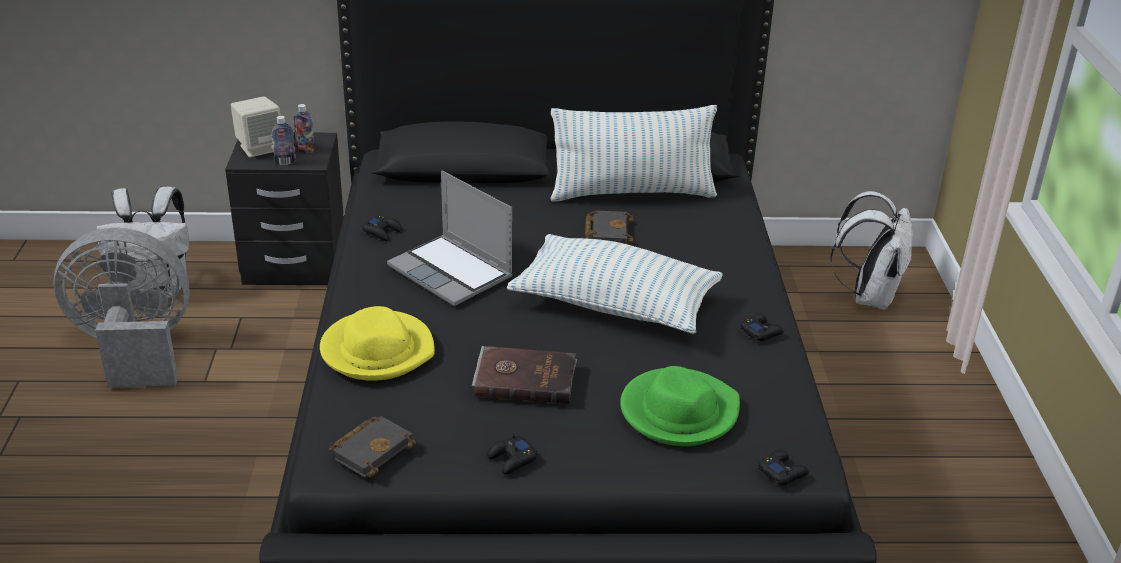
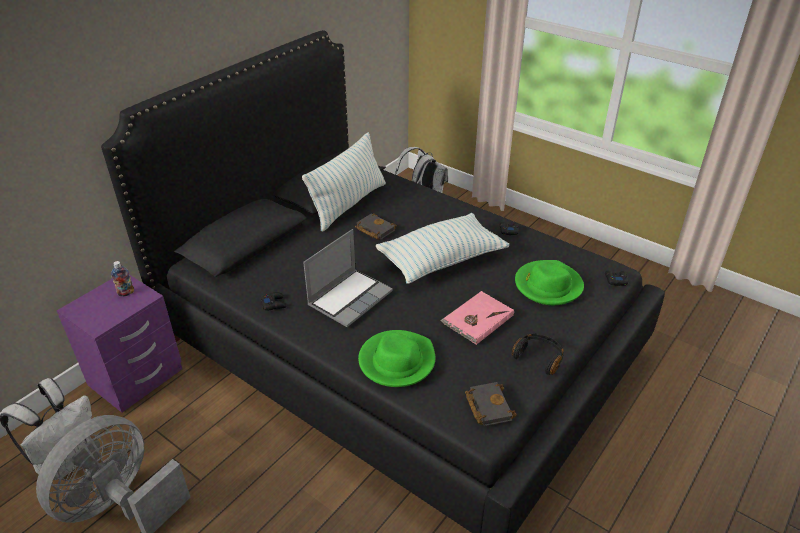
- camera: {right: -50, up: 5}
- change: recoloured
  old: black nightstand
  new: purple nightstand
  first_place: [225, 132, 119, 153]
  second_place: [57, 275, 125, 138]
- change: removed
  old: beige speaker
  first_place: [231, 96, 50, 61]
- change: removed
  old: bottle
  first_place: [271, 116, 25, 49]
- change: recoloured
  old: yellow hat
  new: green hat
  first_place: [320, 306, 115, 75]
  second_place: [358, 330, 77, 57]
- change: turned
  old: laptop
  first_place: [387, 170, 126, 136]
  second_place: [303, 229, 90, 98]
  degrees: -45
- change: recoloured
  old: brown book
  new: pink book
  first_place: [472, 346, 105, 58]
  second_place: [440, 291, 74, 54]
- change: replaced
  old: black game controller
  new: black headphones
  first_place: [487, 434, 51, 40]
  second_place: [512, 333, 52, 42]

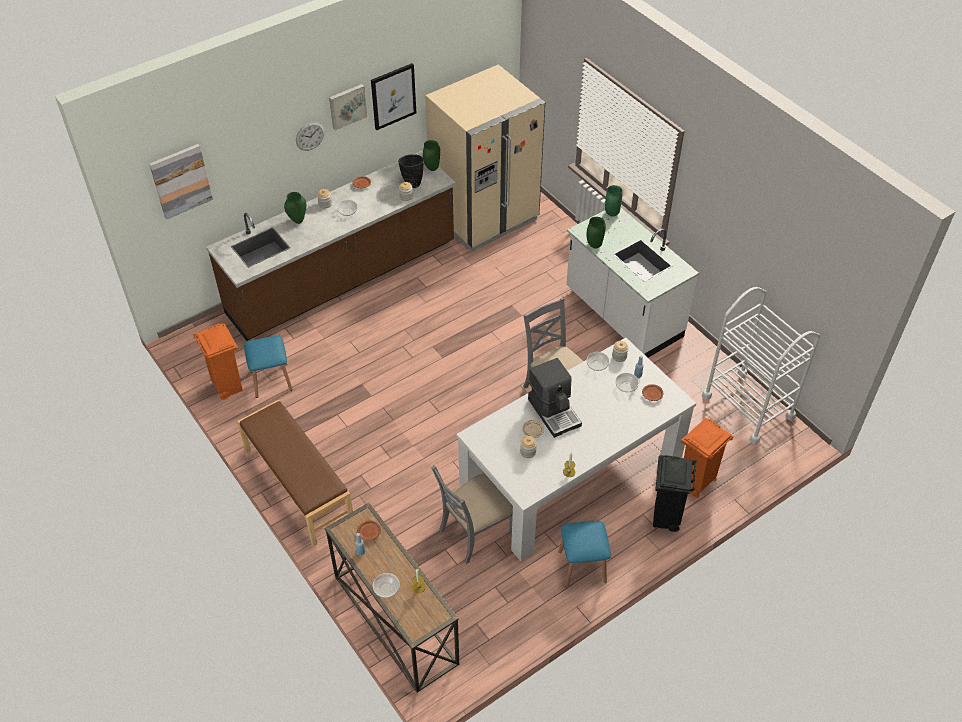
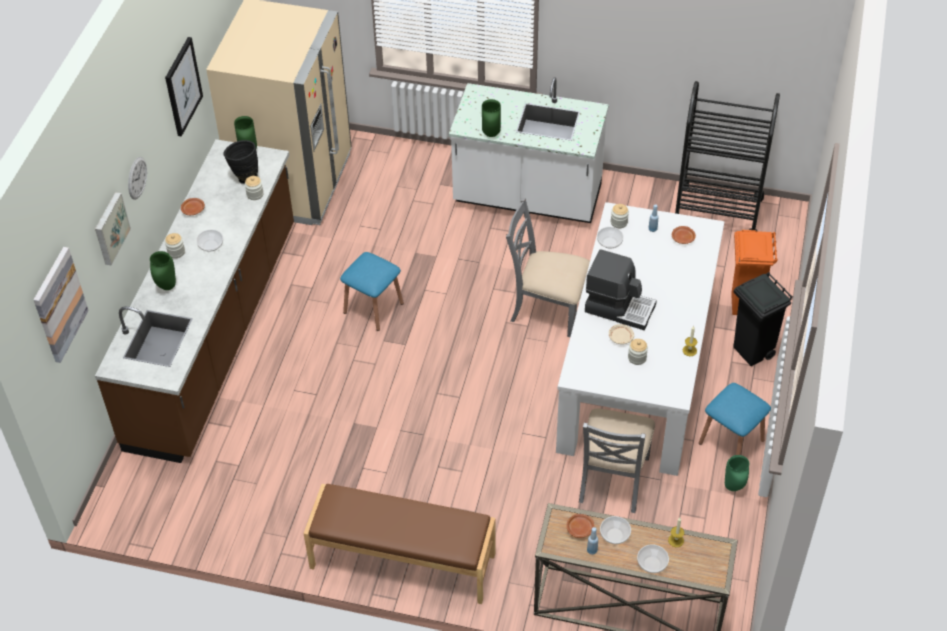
- camera: {right: -40, up: 0}
- change: removed
  old: orange trash can
  first_place: [193, 323, 49, 77]
- change: moved
  old: blue stool
  first_place: [244, 336, 49, 62]
  second_place: [340, 252, 64, 79]
- change: moved
  old: picture
  first_place: [329, 84, 38, 47]
  second_place: [95, 192, 36, 74]
- change: moved
  old: green vase
  first_place: [605, 185, 17, 32]
  second_place: [725, 455, 24, 36]
- change: moved
  old: bowl
  first_place: [615, 373, 24, 19]
  second_place: [600, 516, 31, 28]
- change: recoloured
  old: white cart
  new: black cart
  first_place: [702, 287, 118, 158]
  second_place: [675, 81, 105, 150]

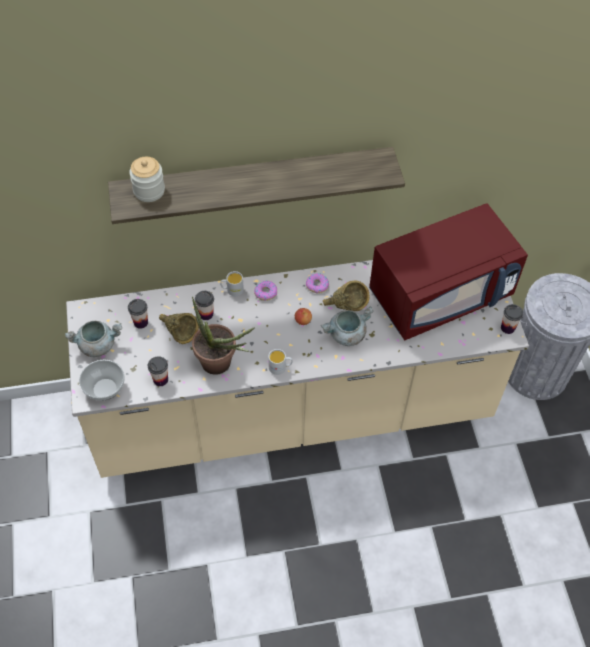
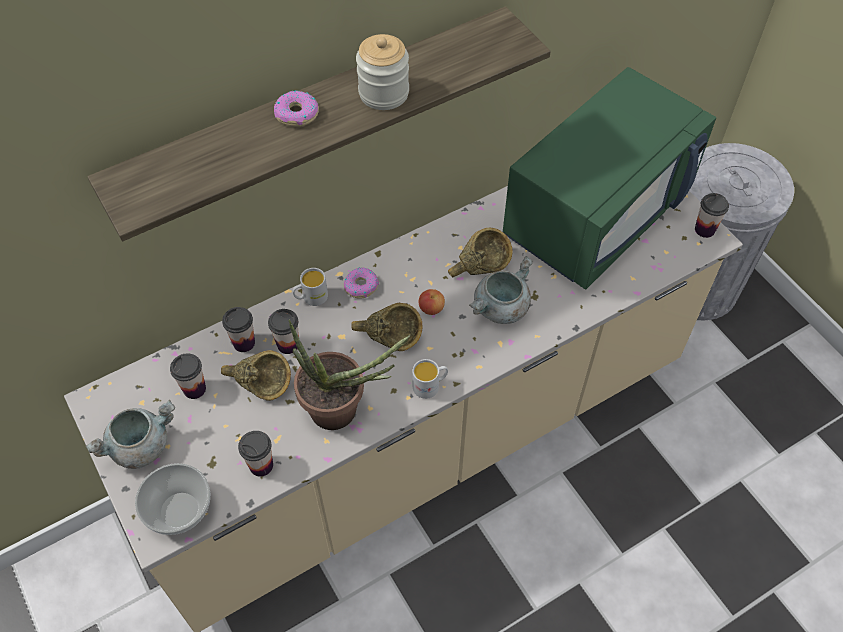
- camera: {right: -20, up: 0}
- change: moved
  old: jar
  first_place: [129, 157, 36, 45]
  second_place: [356, 34, 53, 76]
- change: moved
  old: donut
  first_place: [306, 273, 23, 21]
  second_place: [274, 90, 45, 36]
- change: recoloured
  old: red microwave
  new: green microwave
  first_place: [369, 203, 159, 137]
  second_place: [503, 67, 214, 223]
- change: added
  new: cup
  second_place: [222, 307, 33, 45]
- change: added
  new: brown bowl
  second_place: [351, 303, 71, 48]

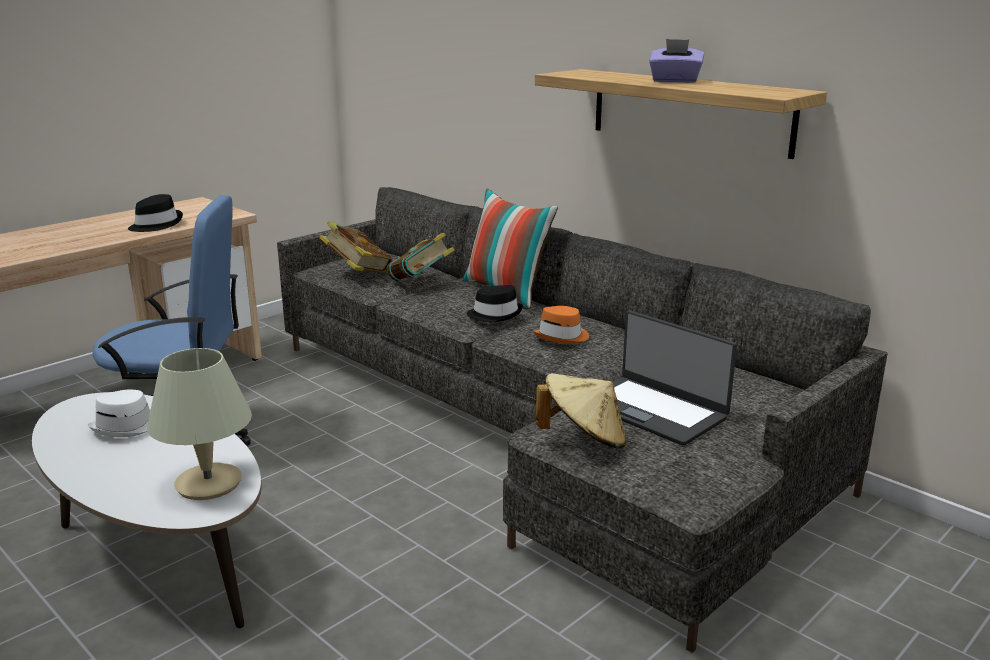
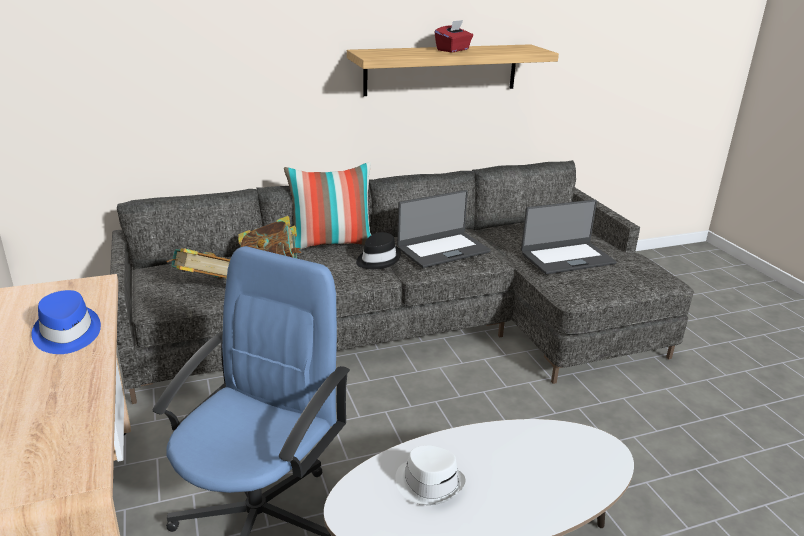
- camera: {right: -65, up: 5}
- change: recoloured
  old: black hat
  new: blue hat
  first_place: [128, 194, 55, 38]
  second_place: [32, 290, 69, 64]
- change: removed
  old: beige table lamp
  first_place: [147, 348, 105, 152]
- change: replaced
  old: orange hat
  new: laptop
  first_place: [533, 306, 56, 38]
  second_place: [397, 190, 94, 78]
- change: removed
  old: beige hat
  first_place: [535, 373, 91, 75]
- change: recoloured
  old: purple tissue box
  new: red tissue box
  first_place: [649, 39, 55, 44]
  second_place: [434, 20, 39, 32]

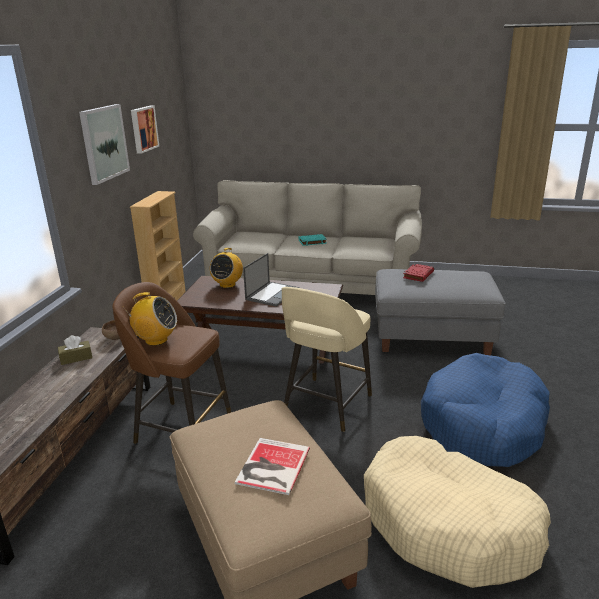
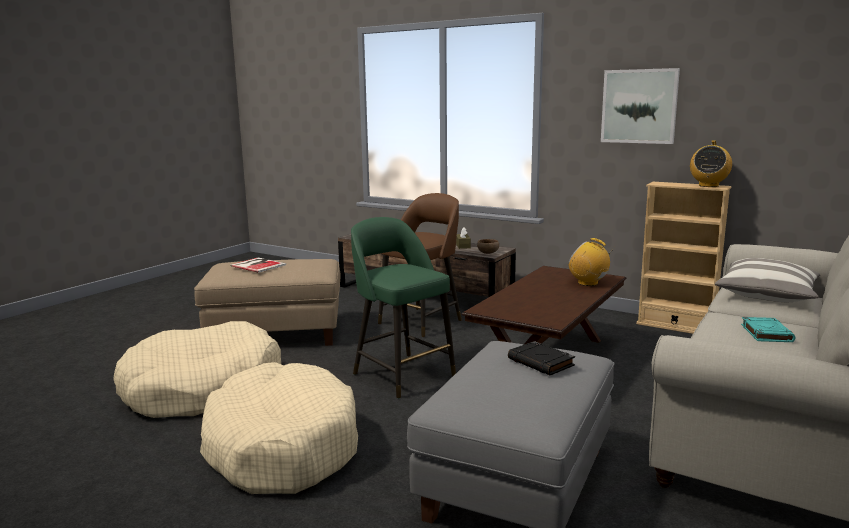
- camera: {right: 110, up: -10}
- change: moved
  old: radio
  first_place: [123, 292, 54, 54]
  second_place: [690, 141, 42, 46]
- change: removed
  old: picture
  first_place: [131, 106, 28, 48]
- change: removed
  old: laptop
  first_place: [243, 253, 56, 54]
- change: recoloured
  old: beige stool
  new: green stool
  first_place: [282, 287, 90, 145]
  second_place: [351, 217, 105, 181]
- change: recoloured
  old: red book
  new: black book
  first_place: [403, 264, 31, 18]
  second_place: [508, 341, 67, 34]
- change: recoloured
  old: blue dog bed
  new: beige dog bed
  first_place: [421, 353, 129, 114]
  second_place: [200, 362, 158, 132]
- change: added
  new: pillow
  second_place: [715, 258, 105, 44]

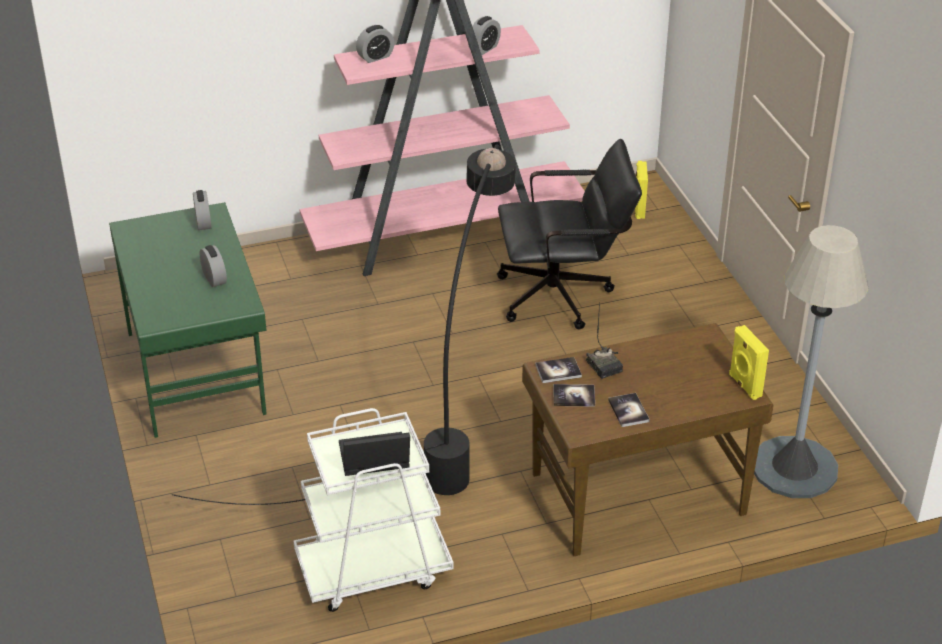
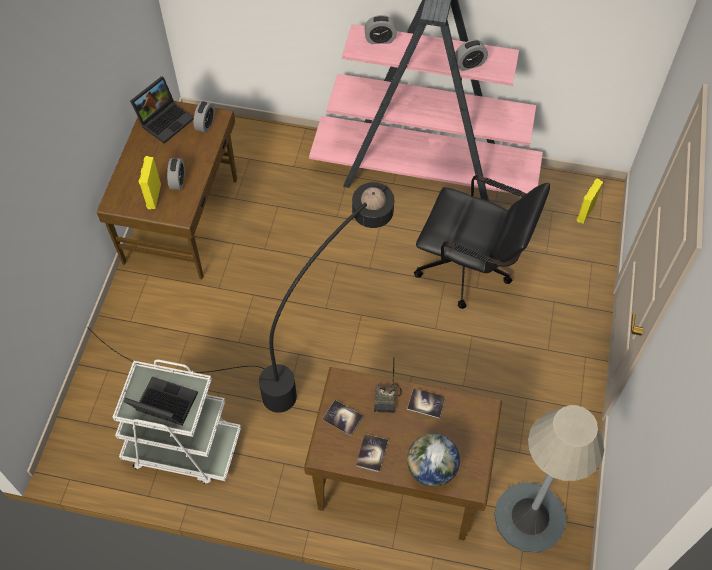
- camera: {right: 30, up: 20}
- change: recoloured
  old: green desk
  new: brown desk
  first_place: [109, 202, 158, 236]
  second_place: [97, 101, 140, 178]
- change: moved
  old: book
  first_place: [535, 357, 47, 26]
  second_place: [407, 388, 39, 31]
- change: moved
  old: yellow speaker
  first_place: [729, 325, 40, 75]
  second_place: [139, 156, 22, 53]
- change: added
  new: laptop
  second_place: [130, 76, 64, 68]
- change: added
  new: globe
  second_place: [407, 433, 53, 54]

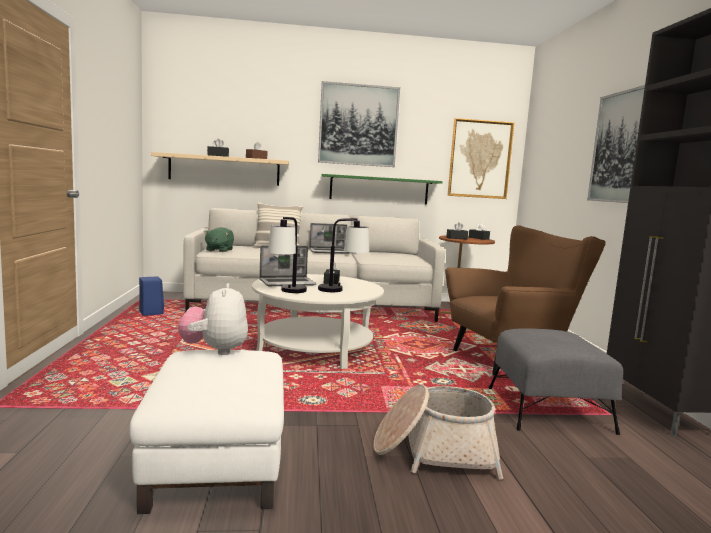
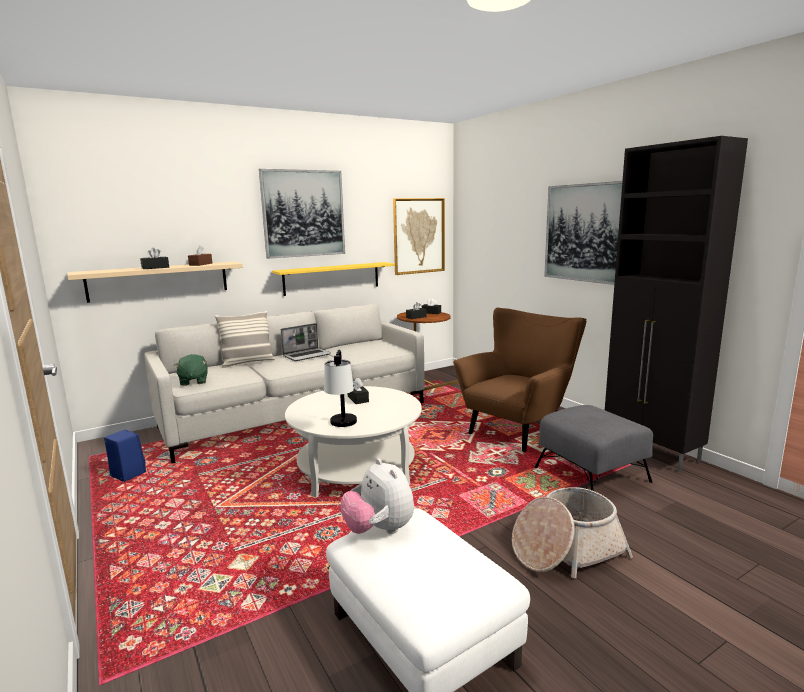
- camera: {right: -25, up: 5}
- change: removed
  old: laptop
  first_place: [259, 245, 58, 41]
- change: removed
  old: table lamp
  first_place: [318, 218, 51, 74]
- change: recoloured
  old: green shelf
  new: yellow shelf
  first_place: [322, 174, 121, 30]
  second_place: [272, 262, 123, 34]

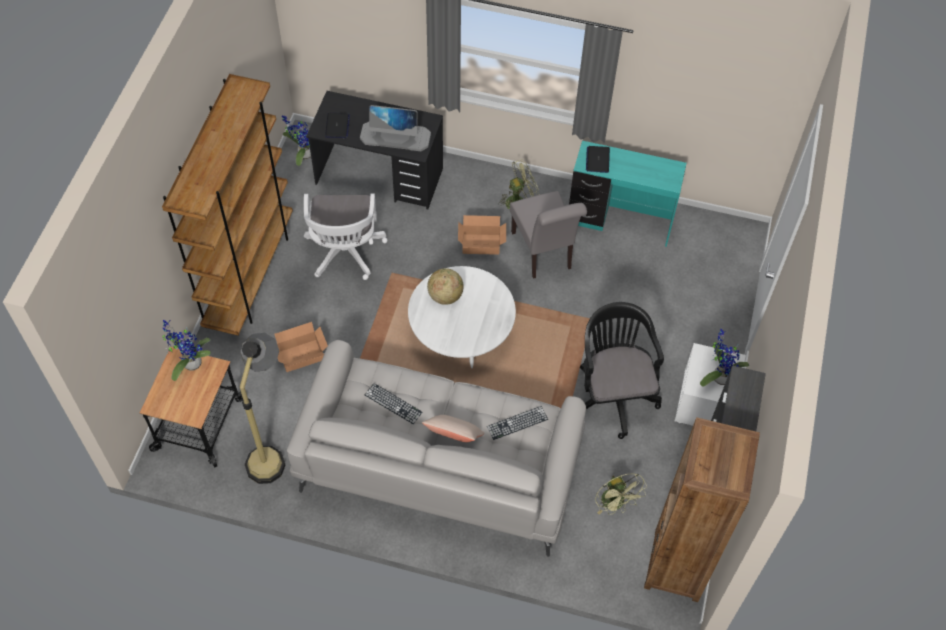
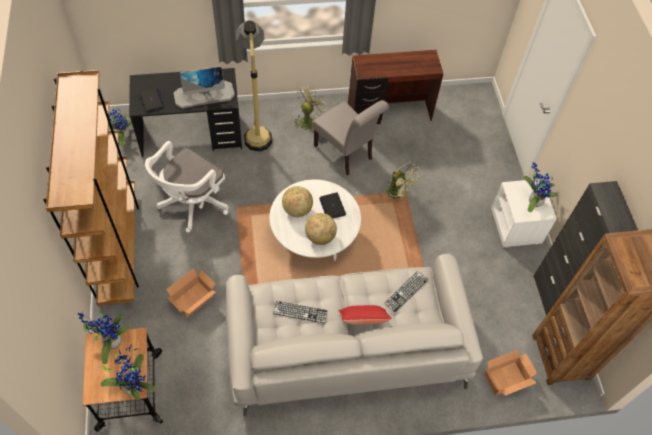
- camera: {right: -25, up: 0}
- change: moved
  old: floor lamp
  first_place: [240, 333, 46, 151]
  second_place: [236, 20, 36, 132]
- change: turned
  old: white office chair
  first_place: [304, 194, 84, 86]
  second_place: [145, 141, 84, 91]
  degrees: 60
- change: recoloured
  old: beige pillow
  new: red pillow
  first_place: [422, 415, 63, 27]
  second_place: [338, 305, 54, 19]
- change: moved
  old: cardboard box
  first_place: [458, 215, 48, 40]
  second_place: [484, 349, 53, 47]
- change: recoloured
  old: turquoise desk
  new: brown desk
  first_place: [569, 141, 118, 106]
  second_place: [348, 50, 96, 74]
- change: removed
  old: black office chair
  first_place: [580, 302, 84, 137]
- change: moved
  old: laptop
  first_place: [586, 146, 24, 27]
  second_place: [319, 192, 27, 26]
- change: moved
  old: green fan
  first_place: [595, 474, 52, 41]
  second_place: [387, 162, 34, 38]
- change: added
  new: potted plant
  second_place: [100, 344, 56, 56]
- change: added
  new: globe
  second_place: [305, 213, 32, 32]

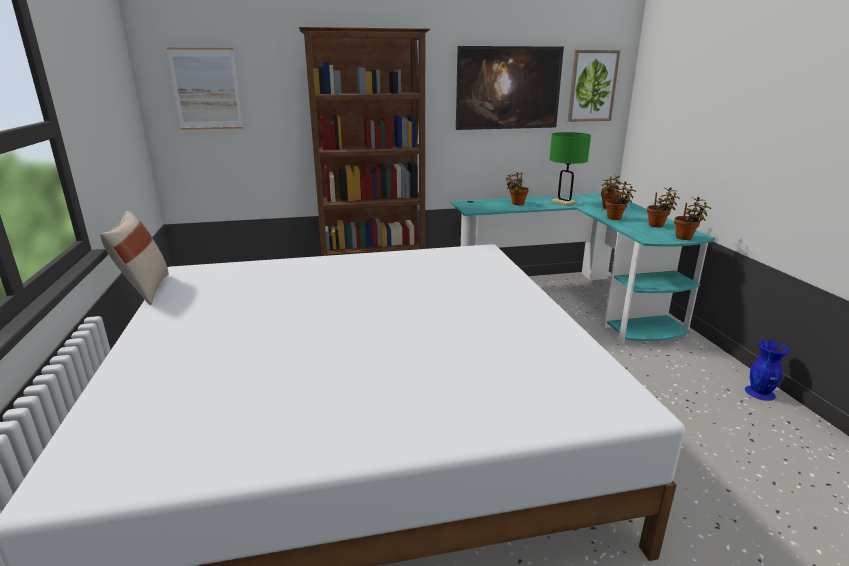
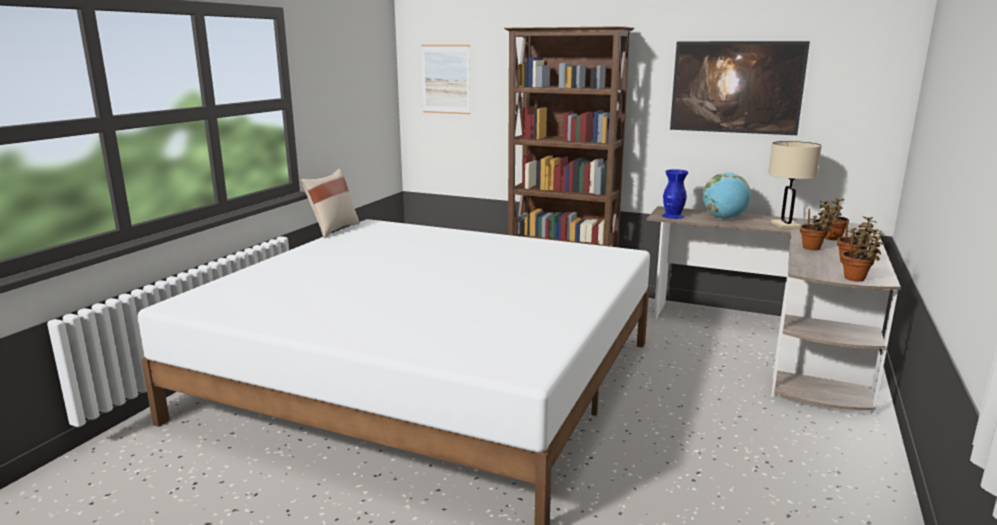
- camera: {right: 35, up: -5}
- change: recoloured
  old: turquoise desk
  new: brown desk
  first_place: [450, 193, 265, 151]
  second_place: [647, 206, 254, 209]
- change: replaced
  old: potted plant
  new: globe
  first_place: [505, 172, 24, 33]
  second_place: [703, 173, 48, 46]
- change: recoloured
  old: green table lamp
  new: beige table lamp
  first_place: [549, 132, 42, 74]
  second_place: [768, 141, 54, 88]
- change: removed
  old: picture
  first_place: [568, 50, 52, 72]
- change: moved
  old: blue vase
  first_place: [745, 340, 45, 61]
  second_place: [662, 169, 26, 50]

